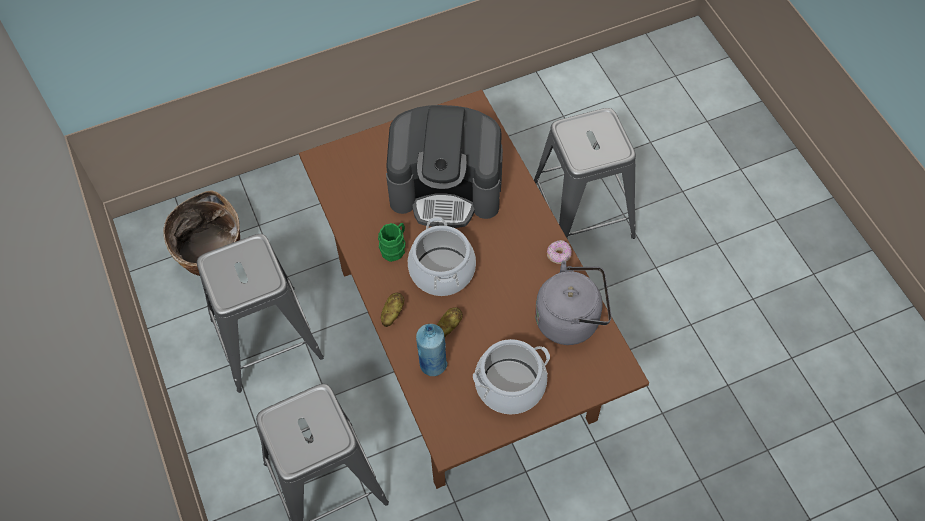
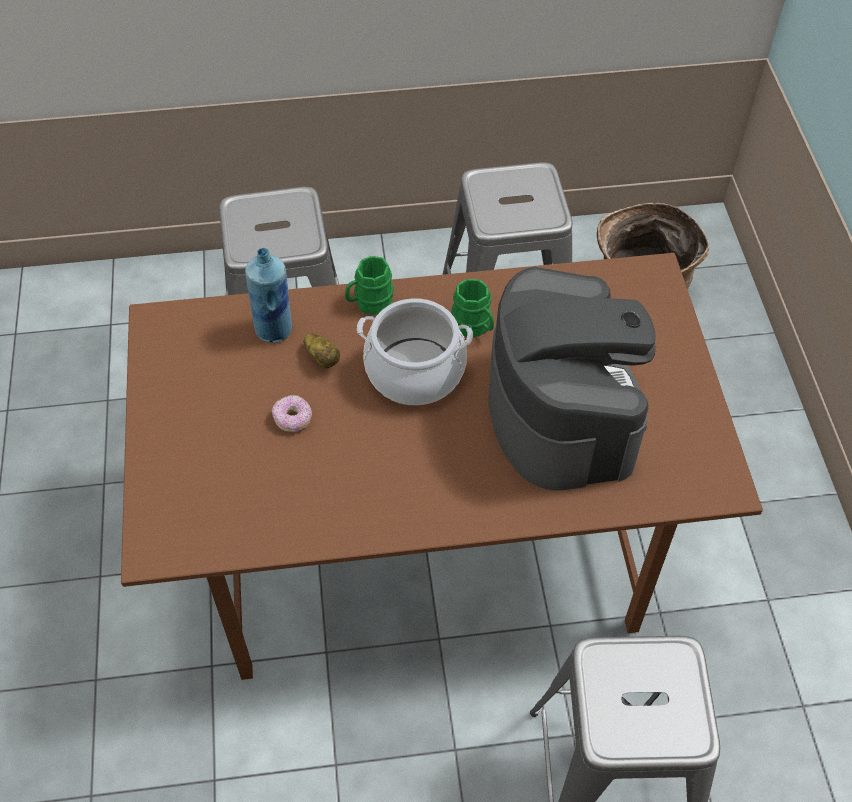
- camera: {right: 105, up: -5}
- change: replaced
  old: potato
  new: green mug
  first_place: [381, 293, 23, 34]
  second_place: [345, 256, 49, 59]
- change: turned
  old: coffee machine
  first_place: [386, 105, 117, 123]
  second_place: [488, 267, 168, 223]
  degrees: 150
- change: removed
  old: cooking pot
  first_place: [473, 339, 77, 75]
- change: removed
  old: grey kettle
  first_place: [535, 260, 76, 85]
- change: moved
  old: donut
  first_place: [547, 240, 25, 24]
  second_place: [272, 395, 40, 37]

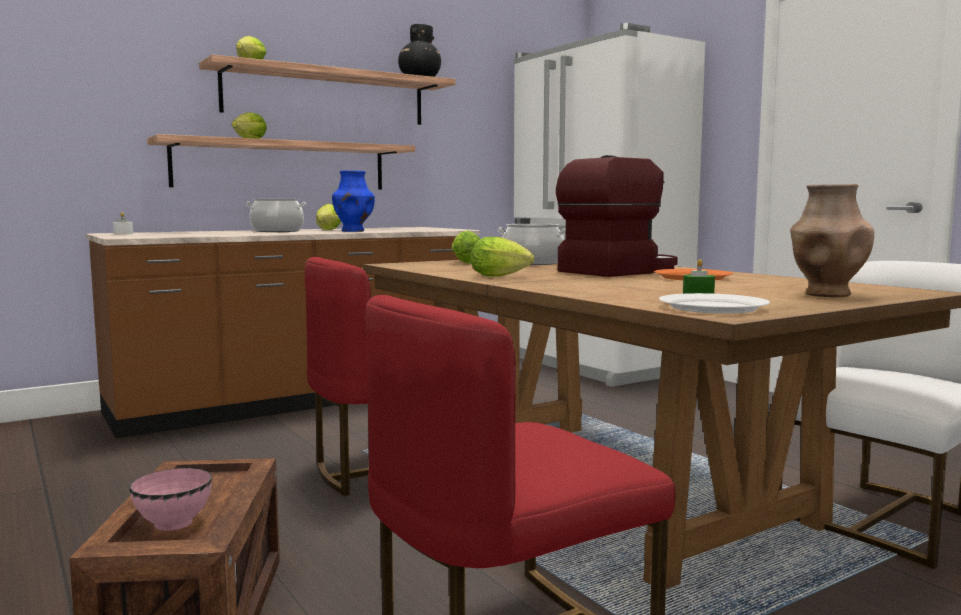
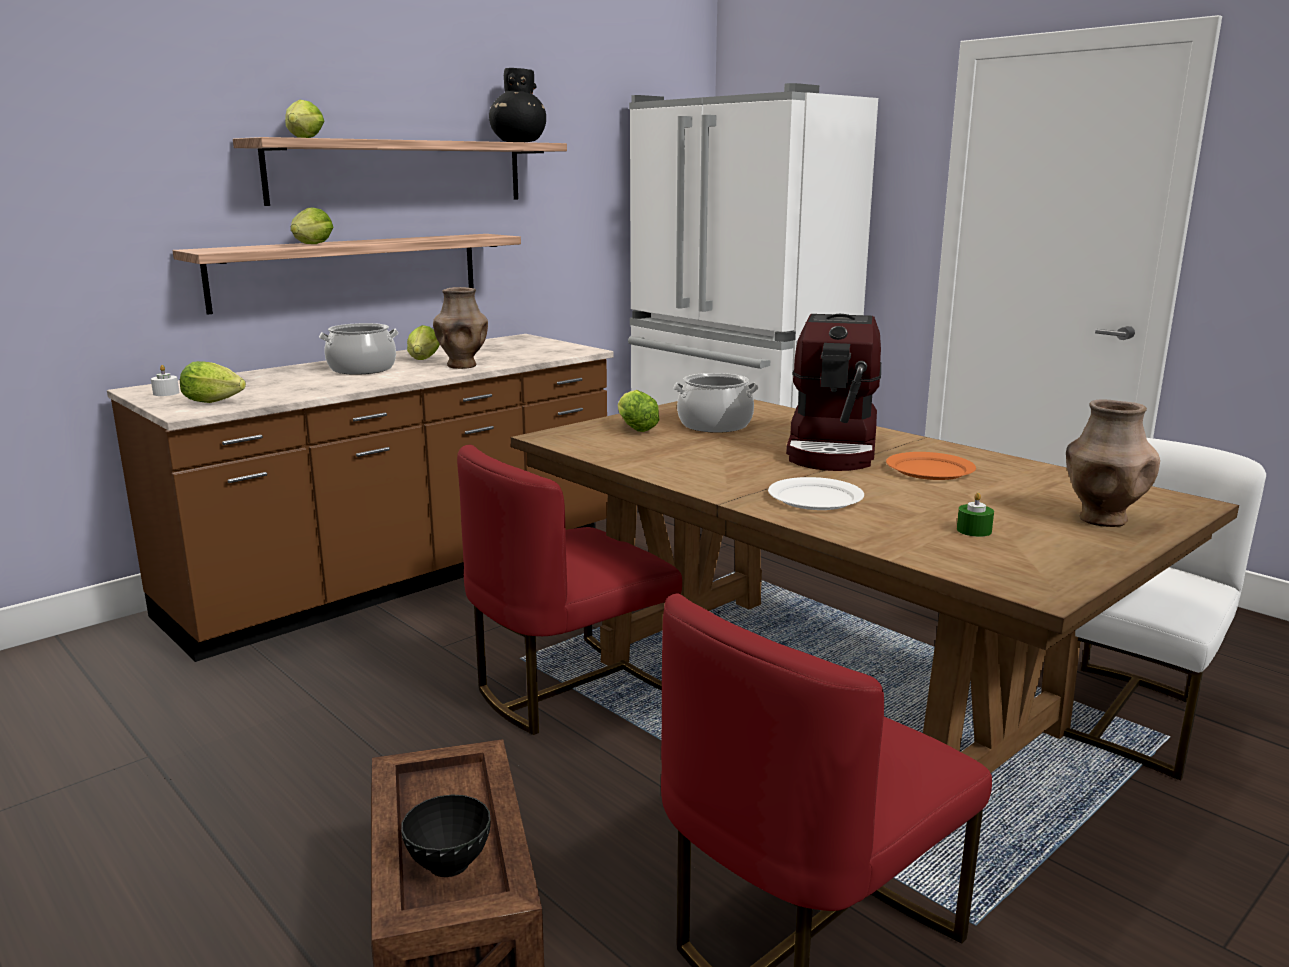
- camera: {right: -10, up: 10}
- change: recoloured
  old: pink bowl
  new: black bowl
  first_place: [130, 468, 82, 63]
  second_place: [401, 794, 90, 83]
- change: recoloured
  old: blue vase
  new: brown vase
  first_place: [332, 170, 43, 62]
  second_place: [433, 287, 55, 82]
- change: moved
  old: lettuce
  first_place: [471, 237, 63, 40]
  second_place: [180, 361, 66, 42]
- change: turned
  old: coffee machine
  first_place: [556, 155, 122, 122]
  second_place: [786, 314, 95, 157]
  degrees: 150
- change: moved
  old: white plate
  first_place: [659, 293, 111, 21]
  second_place: [768, 477, 96, 33]

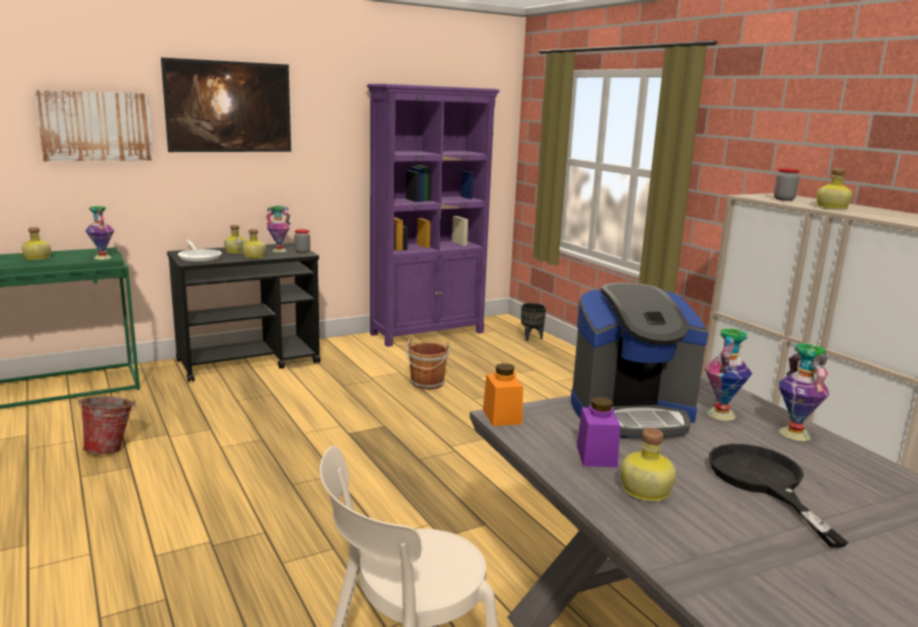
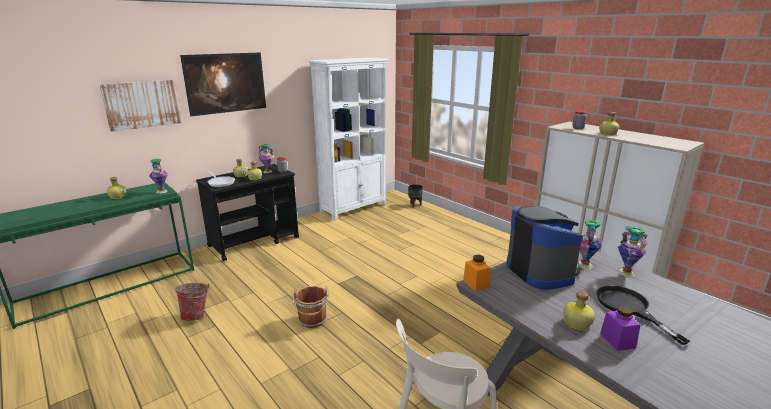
- camera: {right: -10, up: 5}
- change: recoloured
  old: purple bookcase
  new: white bookcase
  first_place: [367, 84, 133, 263]
  second_place: [308, 57, 81, 164]
- change: moved
  old: brown bucket
  first_place: [406, 339, 44, 51]
  second_place: [292, 286, 37, 42]
- change: turned
  old: coffee machine
  first_place: [571, 283, 137, 155]
  second_place: [506, 206, 77, 84]
  degrees: -90
- change: moved
  old: purple jar
  first_place: [577, 397, 44, 70]
  second_place: [600, 306, 41, 45]

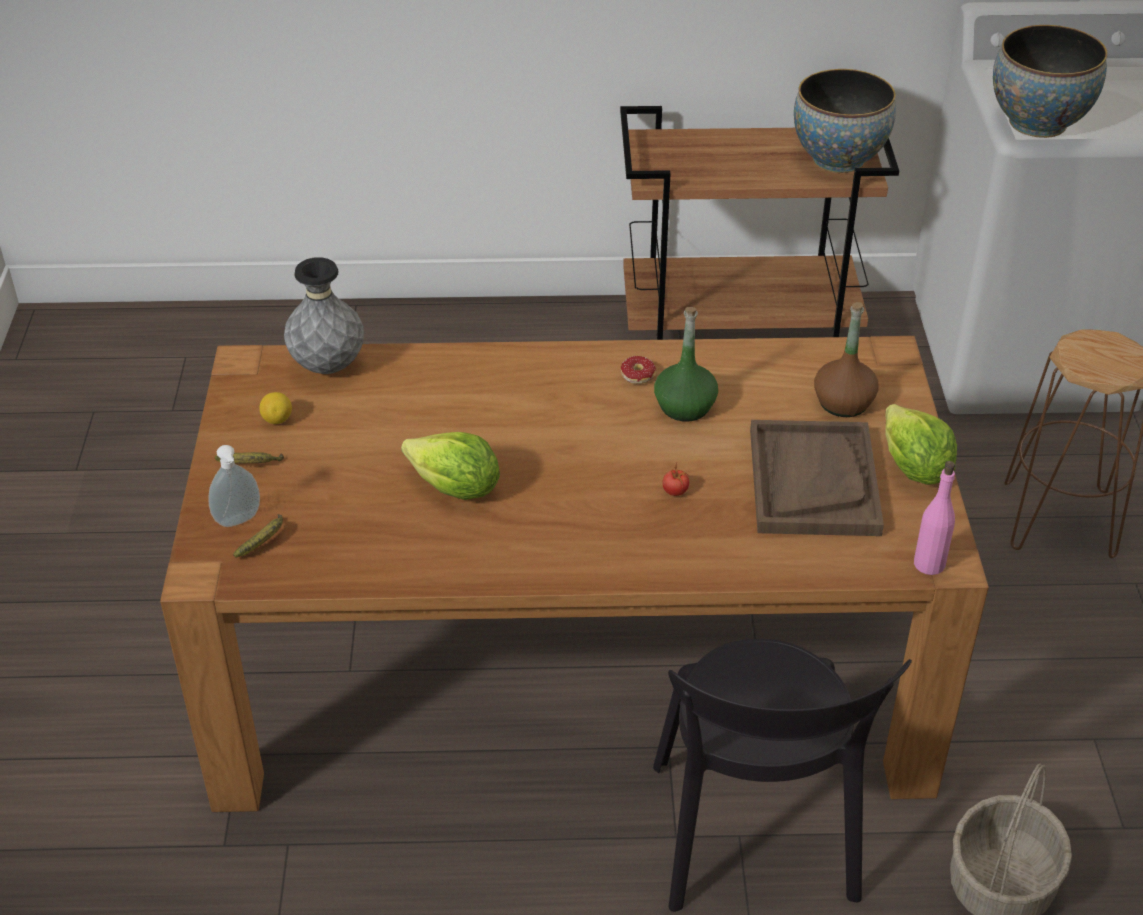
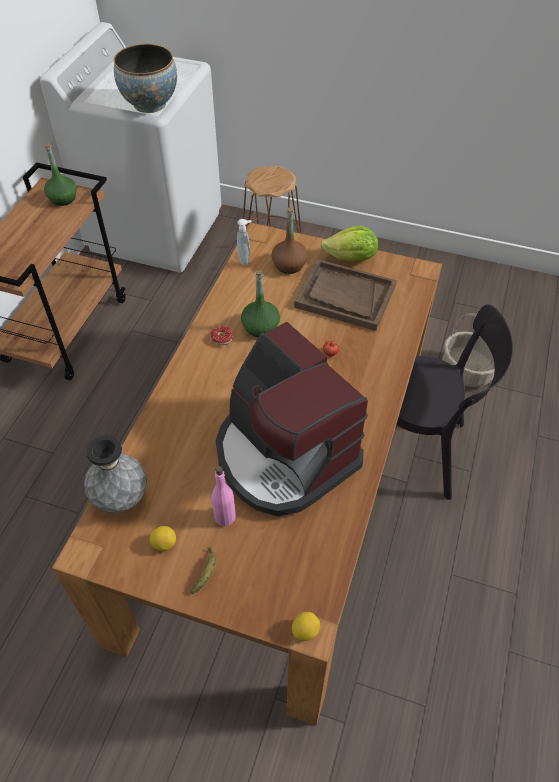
- camera: {right: -70, up: 10}
- change: moved
  old: soap dispenser
  first_place: [208, 445, 52, 82]
  second_place: [237, 219, 14, 47]
- change: removed
  old: banana
  first_place: [233, 514, 50, 44]
- change: replaced
  old: lettuce
  new: coffee machine
  first_place: [401, 432, 99, 68]
  second_place: [216, 321, 152, 195]
- change: replaced
  old: bowl
  new: green bottle
  first_place: [794, 69, 102, 104]
  second_place: [44, 143, 33, 63]
- change: moved
  old: pink bottle
  first_place: [914, 461, 41, 114]
  second_place: [211, 466, 25, 60]
- change: added
  new: lemon
  second_place: [292, 612, 28, 29]

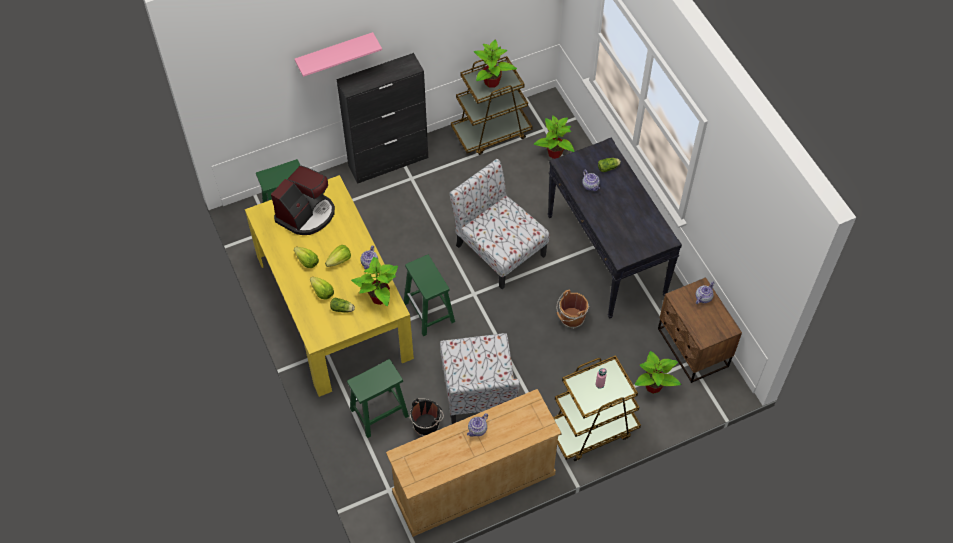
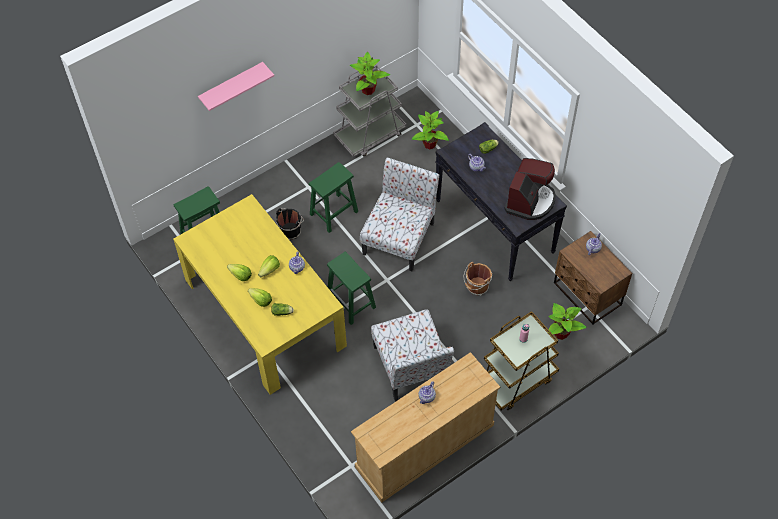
- camera: {right: -10, up: 0}
- change: moved
  old: coffee machine
  first_place: [271, 165, 64, 70]
  second_place: [504, 158, 52, 62]
- change: removed
  old: black cabinet
  first_place: [337, 53, 91, 131]
- change: moved
  old: green stool
  first_place: [347, 359, 62, 79]
  second_place: [309, 162, 49, 71]
- change: removed
  old: potted plant
  first_place: [351, 257, 47, 49]
- change: moved
  old: black bucket
  first_place: [409, 398, 35, 39]
  second_place: [276, 208, 28, 32]
- change: turned
  old: chair
  first_place: [449, 159, 101, 130]
  second_place: [360, 157, 79, 114]
  degrees: 75
- change: recoloured
  old: brown cart
  new: grey cart
  first_place: [451, 56, 82, 99]
  second_place: [333, 65, 73, 92]

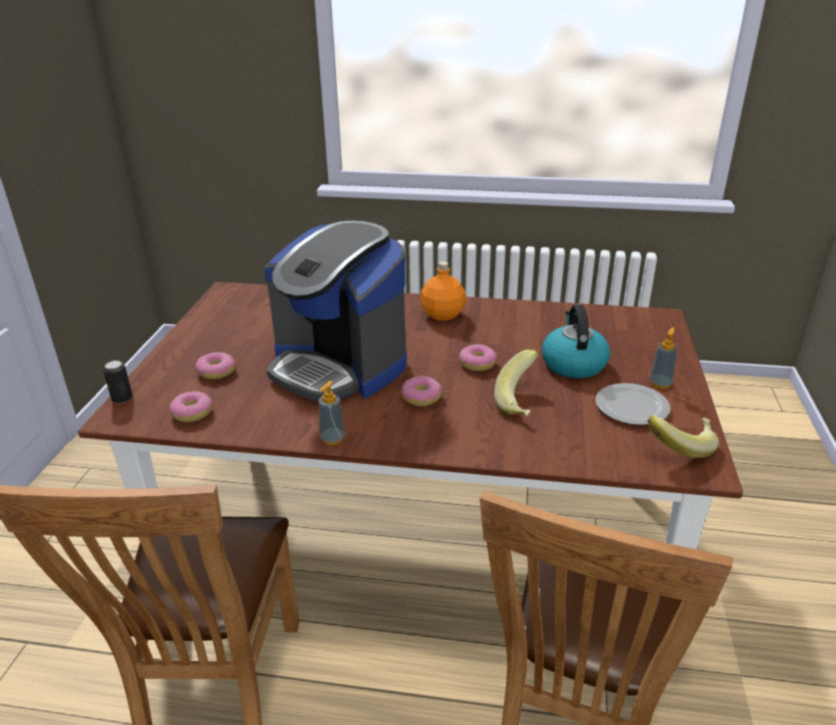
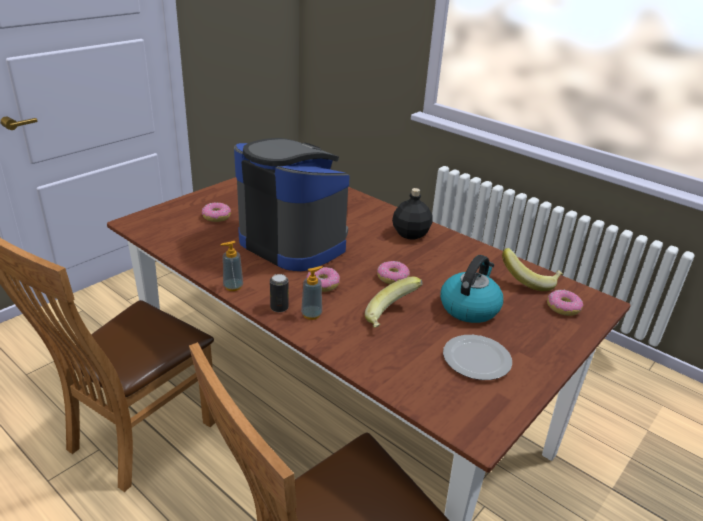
- camera: {right: 30, up: 0}
- change: moved
  old: can
  first_place: [103, 360, 30, 44]
  second_place: [270, 274, 19, 38]
- change: moved
  old: donut
  first_place: [169, 391, 43, 31]
  second_place: [547, 289, 36, 27]
- change: turned
  old: coffee machine
  first_place: [264, 221, 143, 181]
  second_place: [234, 138, 116, 133]
  degrees: 150
- change: recoloured
  old: orange bottle
  new: black bottle
  first_place: [420, 261, 46, 60]
  second_place: [392, 188, 40, 52]
- change: moved
  old: banana
  first_place: [647, 415, 72, 43]
  second_place: [502, 248, 61, 43]
- change: moved
  old: soap dispenser
  first_place: [650, 327, 28, 62]
  second_place: [301, 266, 22, 54]

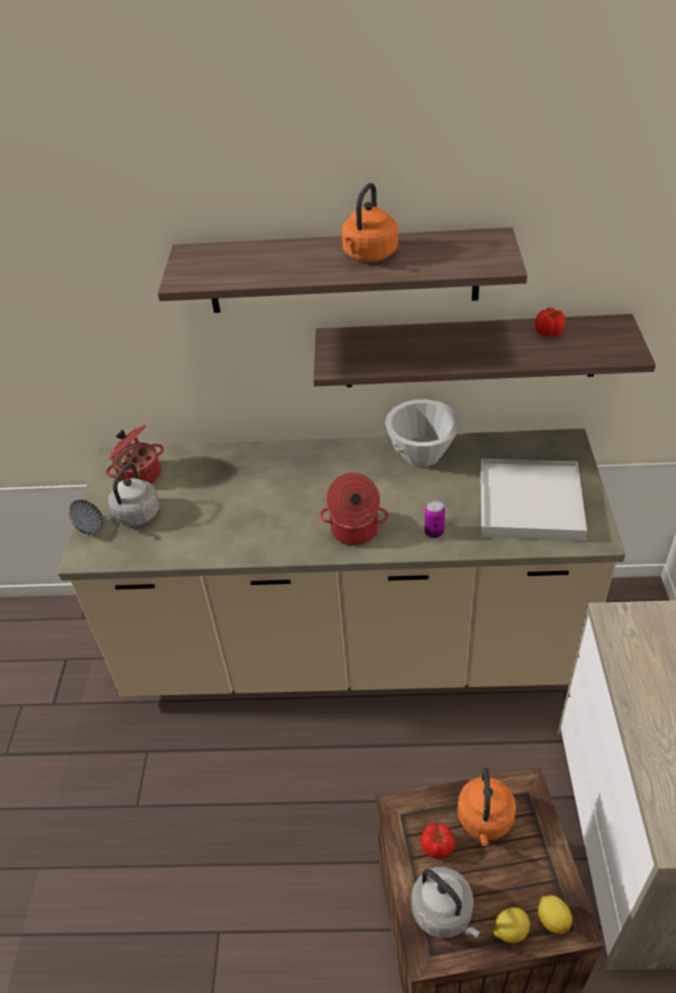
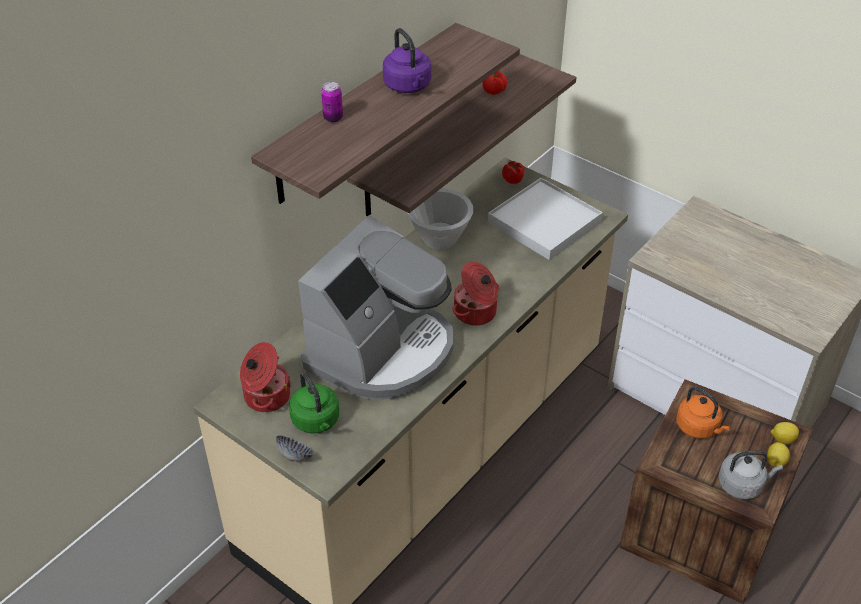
- camera: {right: -55, up: 0}
- change: recoloured
  old: grey kettle
  new: green kettle
  first_place: [104, 463, 56, 63]
  second_place: [289, 372, 50, 62]
- change: recoloured
  old: orange kettle
  new: purple kettle
  first_place: [342, 183, 56, 79]
  second_place: [383, 28, 48, 65]
- change: moved
  old: tomato
  first_place: [421, 823, 35, 36]
  second_place: [502, 161, 22, 23]
- change: moved
  old: can
  first_place: [424, 500, 21, 38]
  second_place: [321, 82, 22, 41]
- change: added
  new: coffee machine
  second_place: [298, 215, 155, 185]

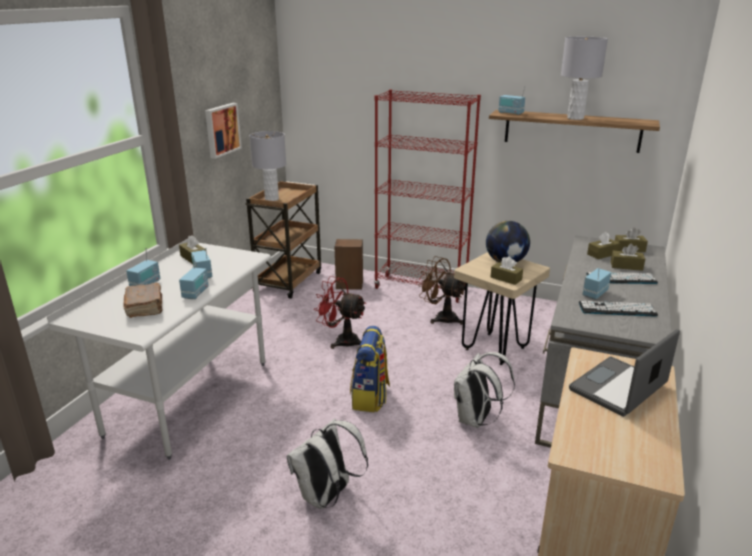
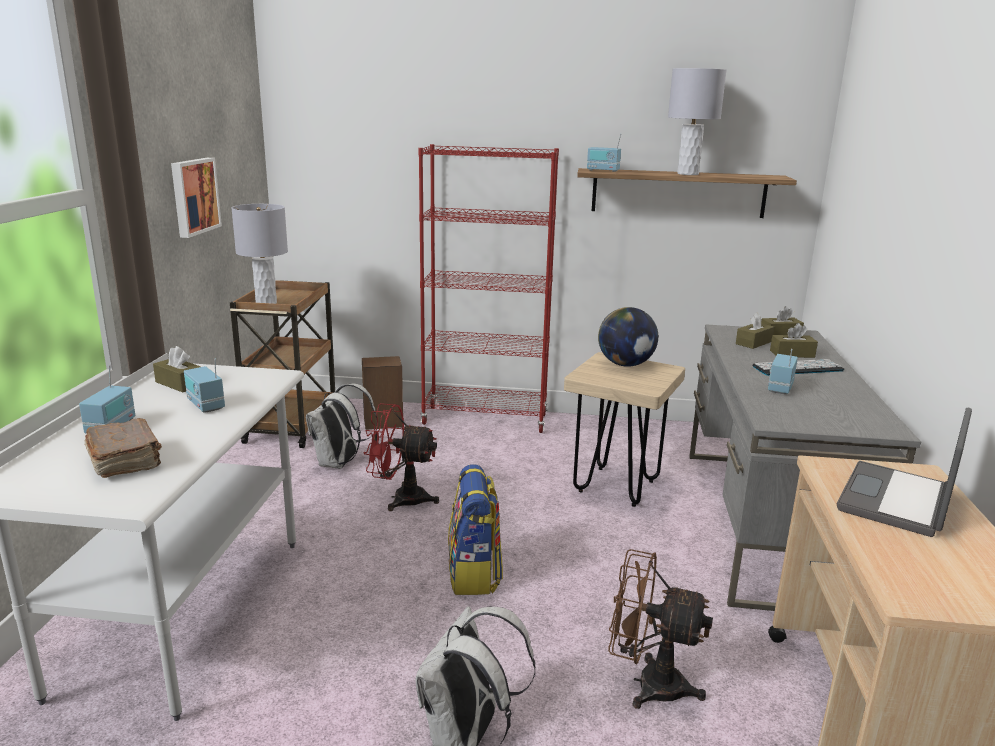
- camera: {right: -15, up: -5}
- change: removed
  old: radio
  first_place: [179, 255, 30, 44]
- change: moved
  old: brown fan
  first_place: [418, 256, 47, 69]
  second_place: [608, 549, 105, 160]
- change: moved
  old: white backpack
  first_place: [454, 352, 61, 76]
  second_place: [306, 383, 71, 86]
- change: removed
  old: brown tissue box
  first_place: [491, 256, 32, 29]
- change: removed
  old: keyboard
  first_place: [579, 301, 79, 16]

